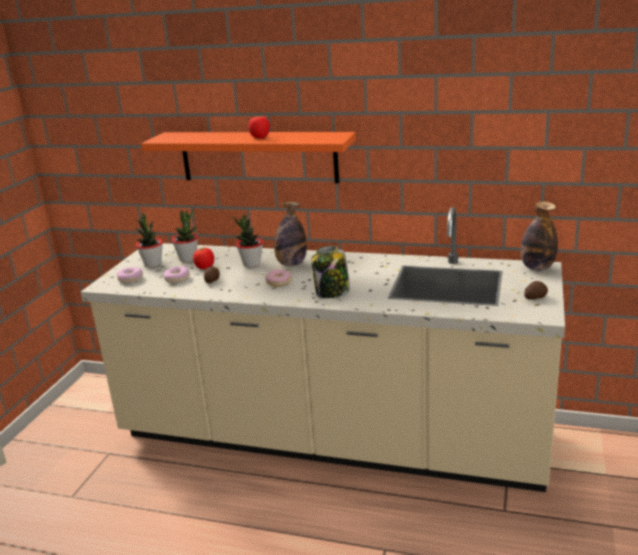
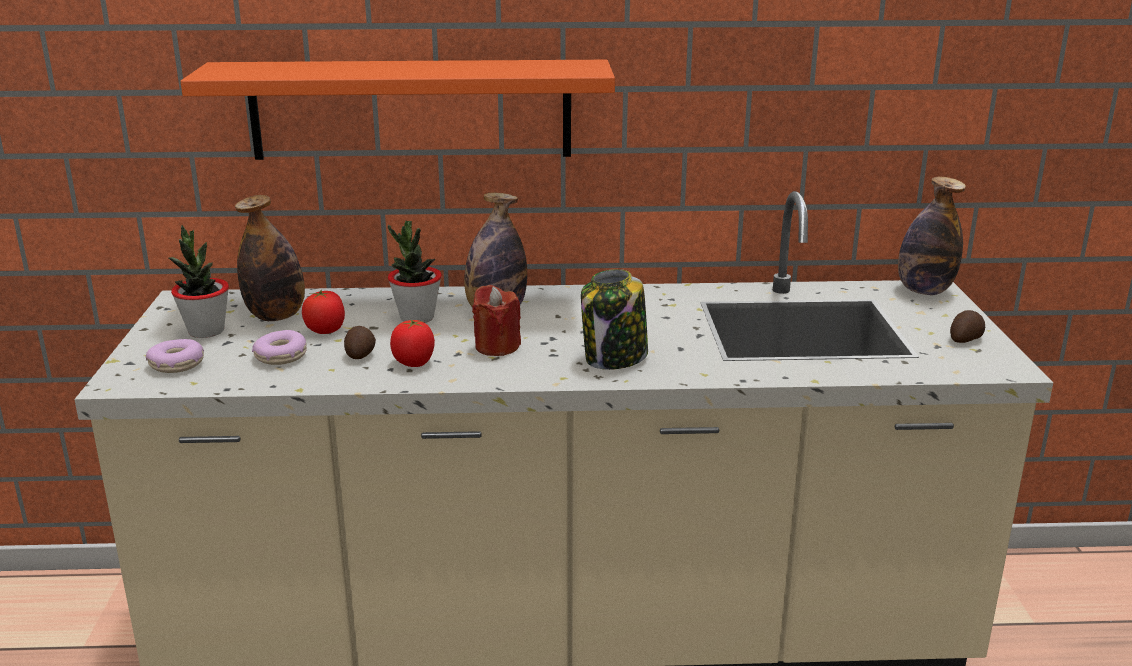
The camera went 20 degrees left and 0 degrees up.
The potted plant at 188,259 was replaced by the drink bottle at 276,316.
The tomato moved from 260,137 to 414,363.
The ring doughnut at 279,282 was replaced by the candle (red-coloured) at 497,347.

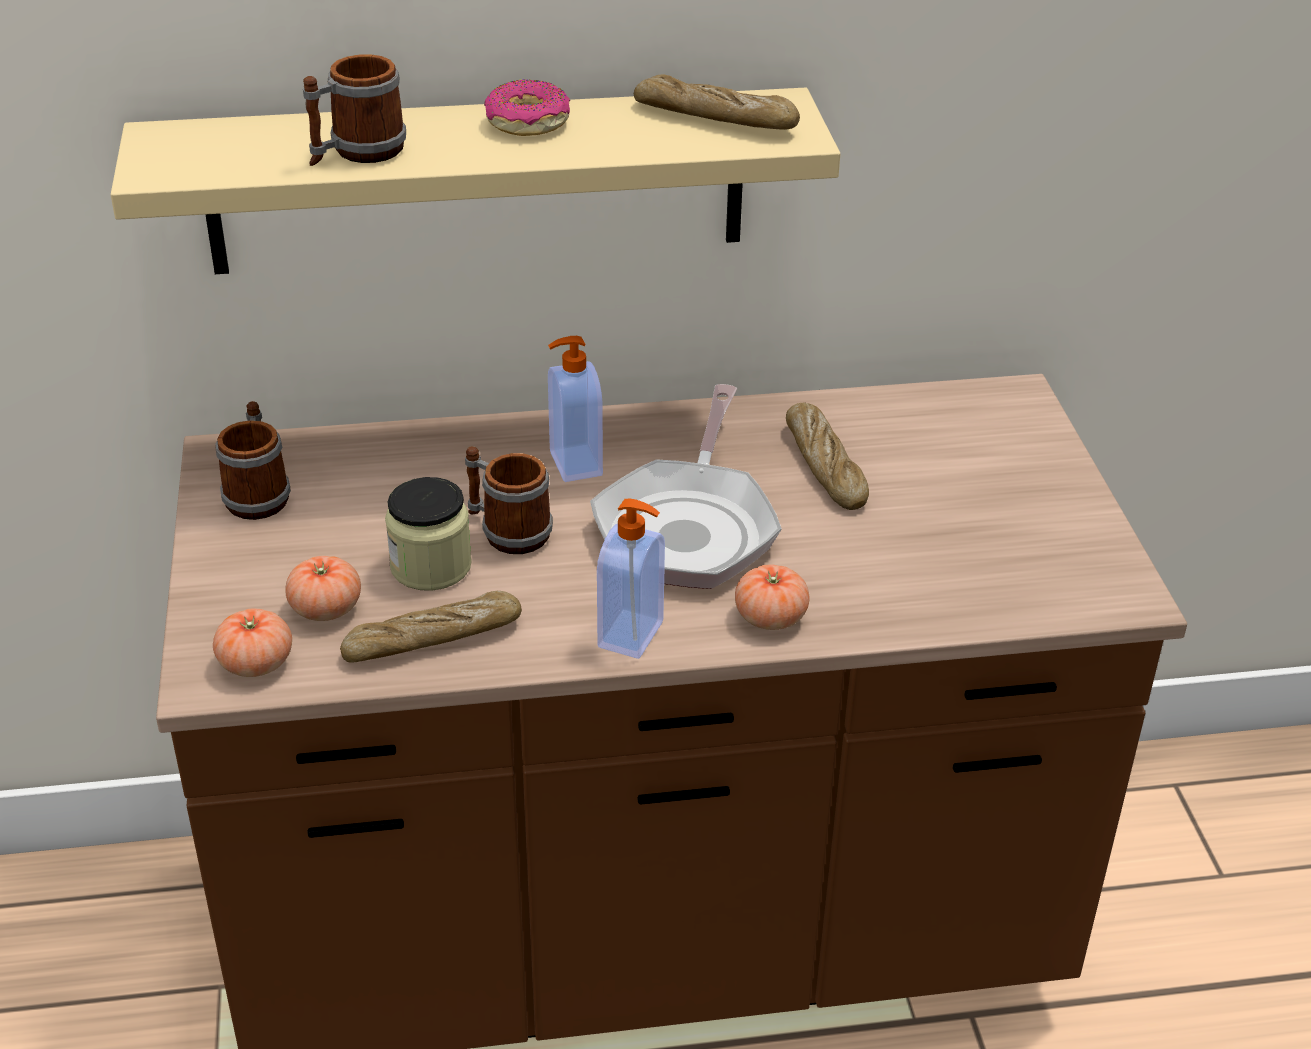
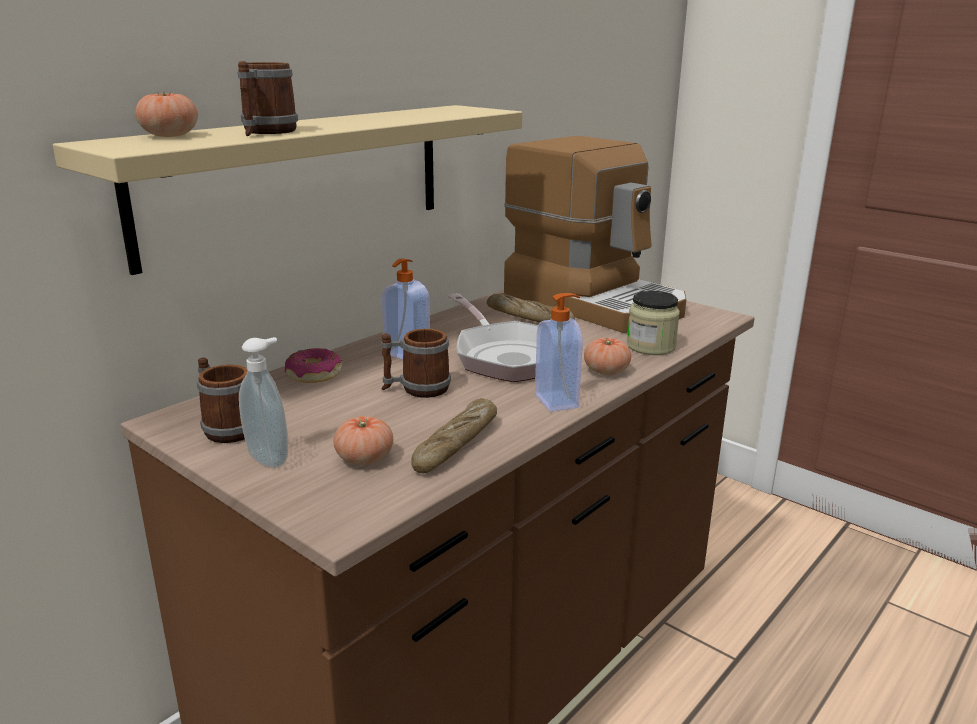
The camera went 40 degrees left and 15 degrees down.
The tomato moved from 256,663 to 170,135.
The jar moved from 431,566 to 651,346.
The ring doughnut moved from 527,123 to 313,375.
The baked bread at 715,119 disappeared.
The soap dispenser at 270,458 appeared.
The coffee maker at 595,301 appeared.

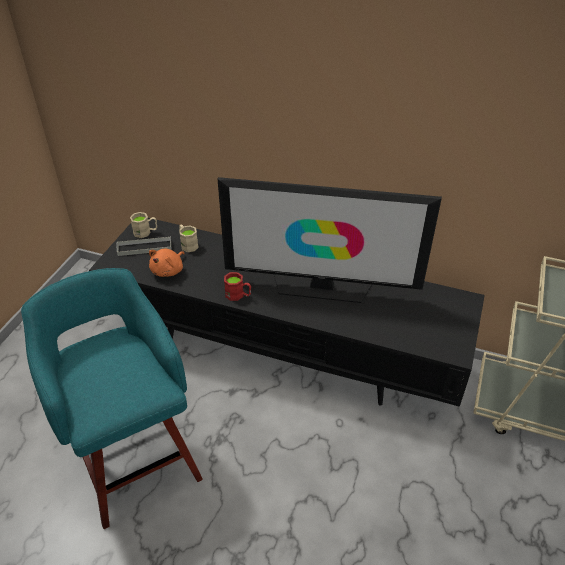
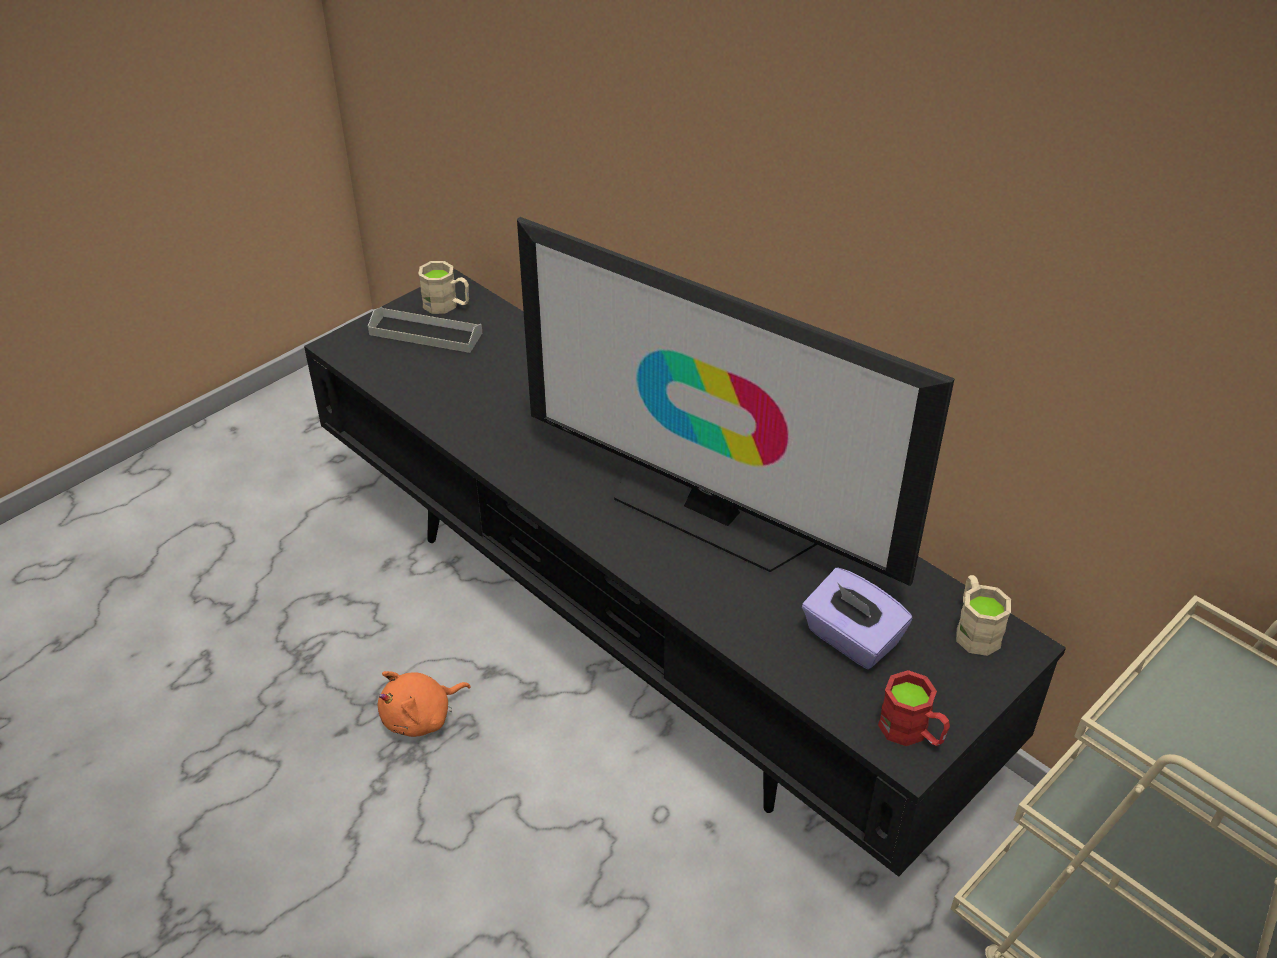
The camera went 25 degrees right and 0 degrees up.
The sitting stool (turquoise) at 134,458 disappeared.
The cuddly toy (orange-coloured) moved from 168,270 to 421,717.
The tea mug (beige) moved from 188,244 to 974,629.
The tea mug (red-coloured) moved from 238,295 to 912,732.
The box of tissues (purplish) at 851,639 appeared.

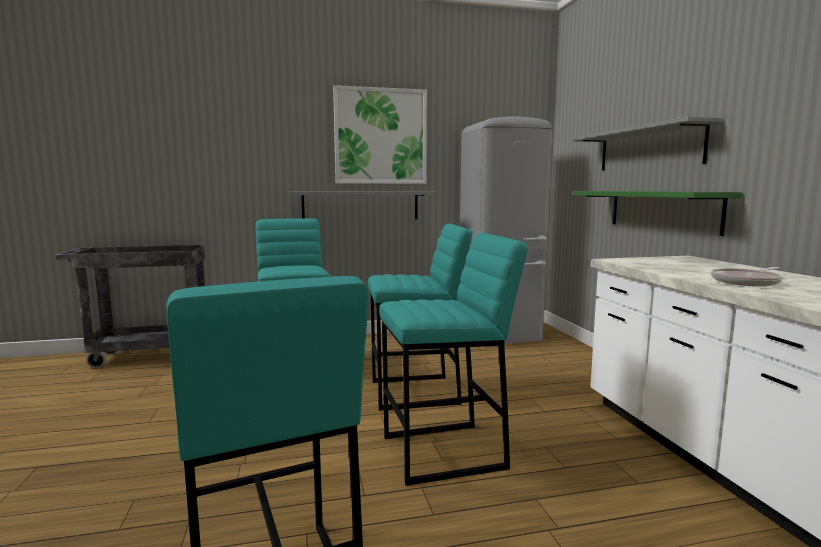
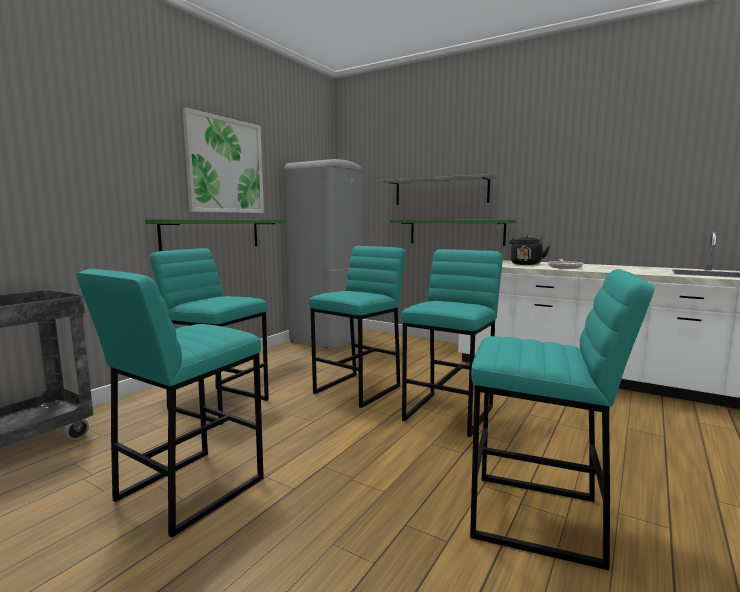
The camera went 45 degrees left and 0 degrees up.
The wall shelf (greyish) at 361,205 became the wall shelf (green) at 212,234.
The sitting stool (turquoise) at 187,491 appeared.
The tea kettle (black-coloured) at 525,264 appeared.

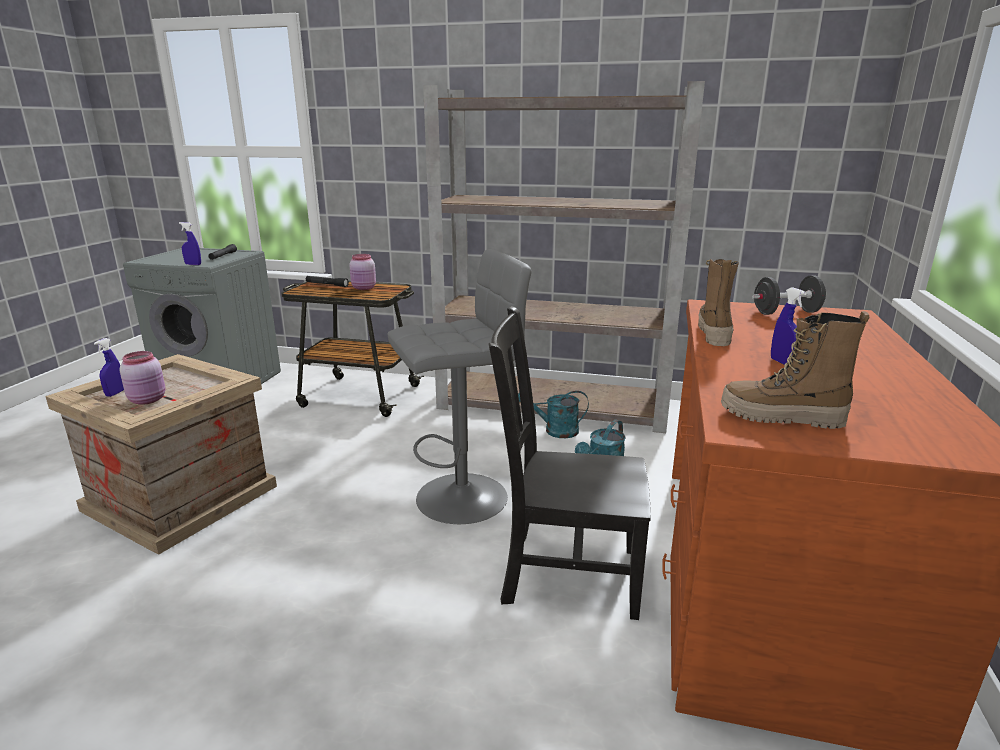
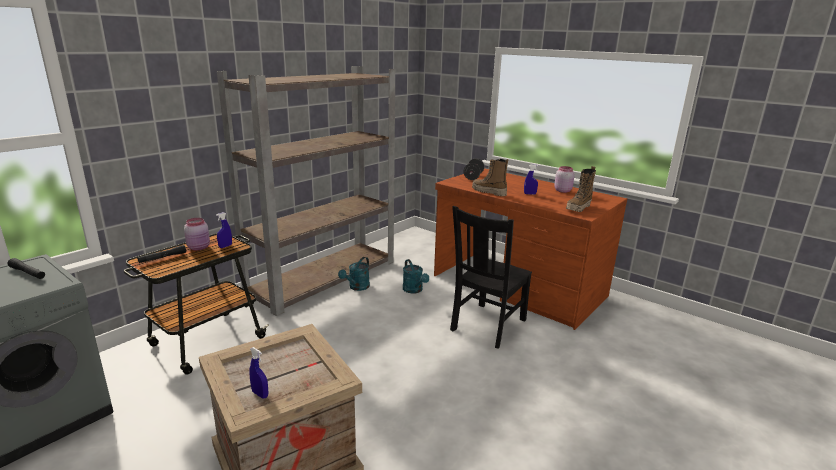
The camera went 65 degrees left and 0 degrees up.
The jar (pink) moved from 148,400 to 562,190.
The spray bottle (blue) moved from 193,264 to 225,246.
The sitting stool (greyish) at 463,498 disappeared.

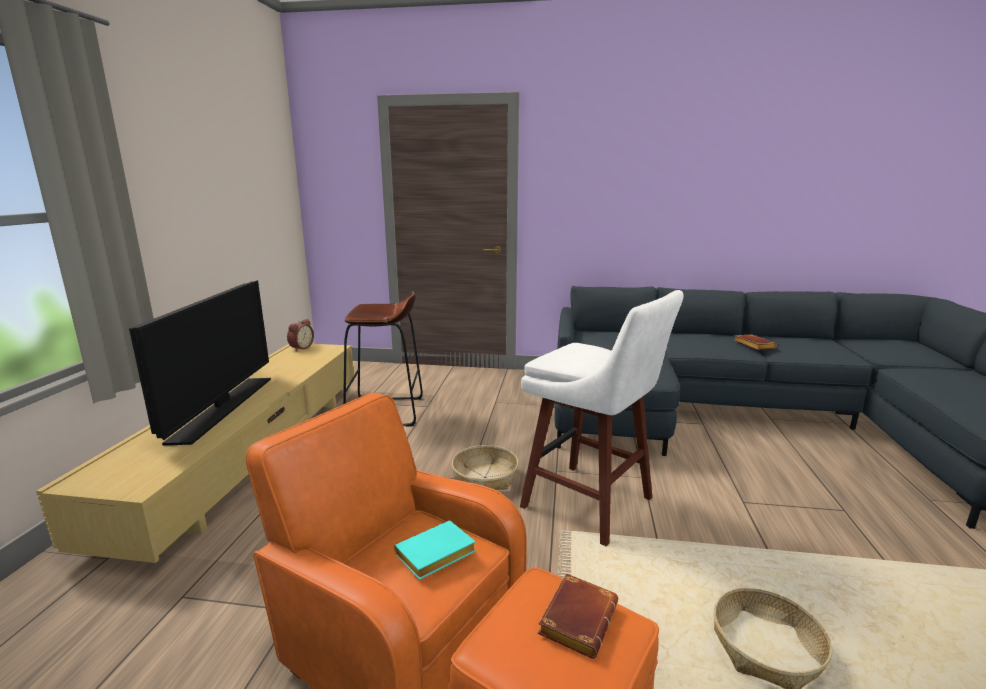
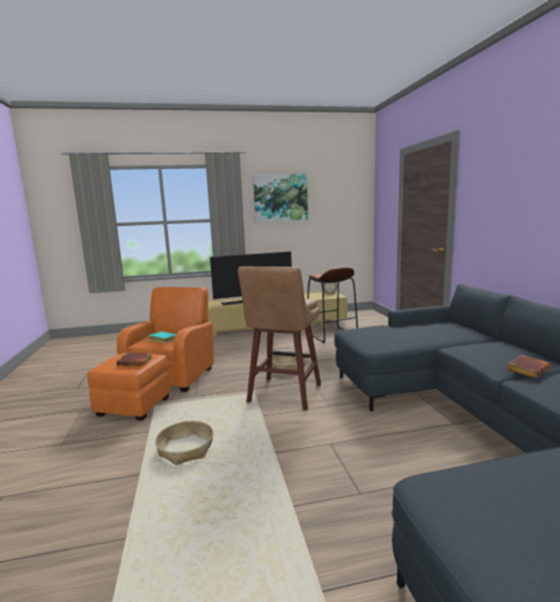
The camera went 70 degrees right and 5 degrees down.
The sitting stool (white) at 591,504 became the sitting stool (brown-coloured) at 284,394.
The picture at 280,198 appeared.

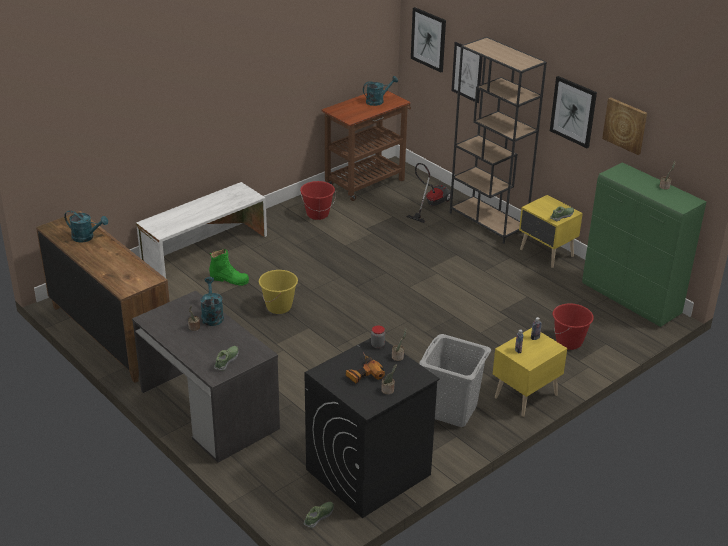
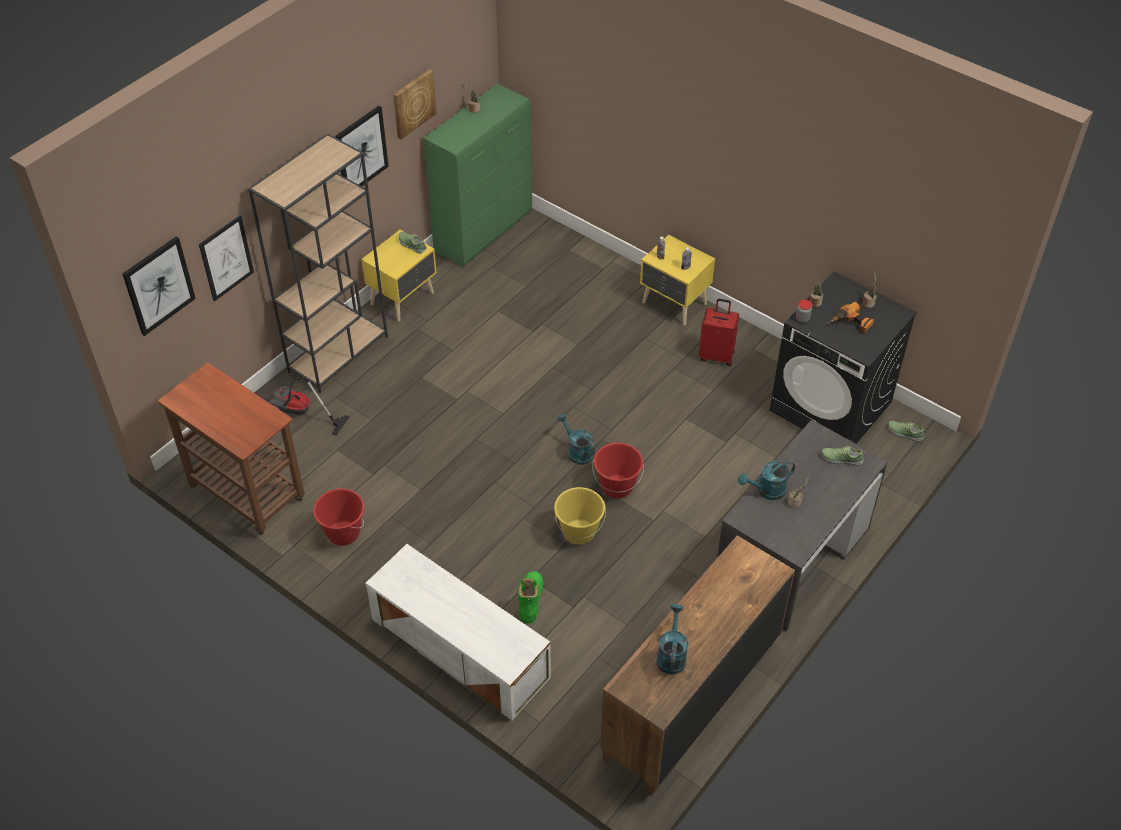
The camera went 100 degrees left and 15 degrees up.
The watering can (turquoise) moved from 378,101 to 577,452.
The washing basket (greyish) at 451,410 was replaced by the piece of luggage (red-coloured) at 716,355.
The bucket (red-coloured) moved from 569,342 to 617,486.

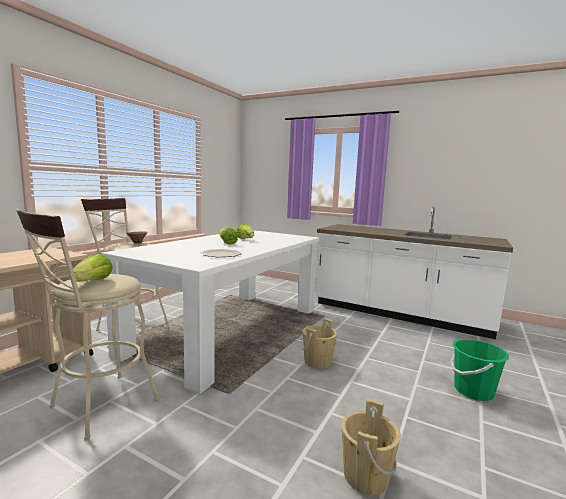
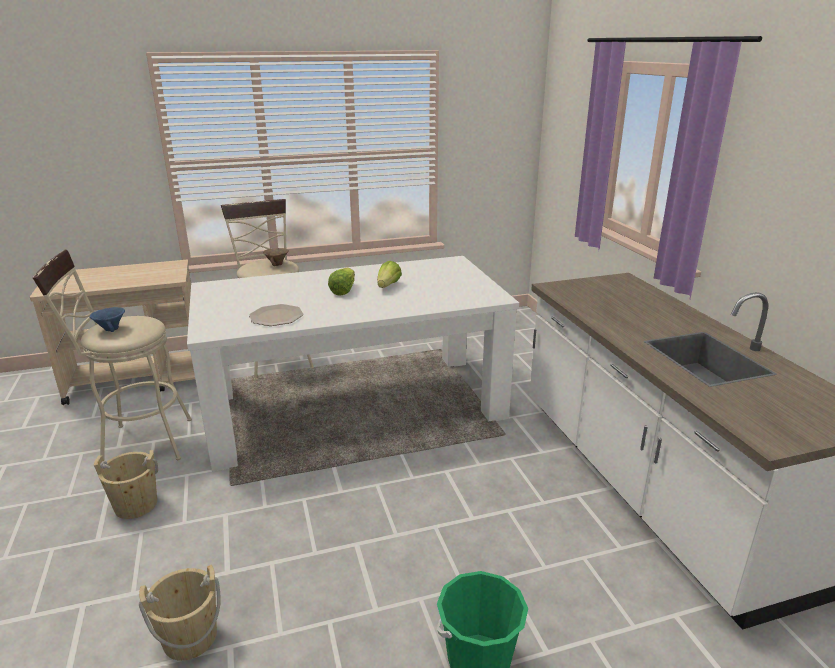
The camera went 45 degrees right and 15 degrees up.
The lettuce at 93,282 was replaced by the bowl (blue) at 111,329.
The bucket (beige) moved from 318,361 to 136,505.

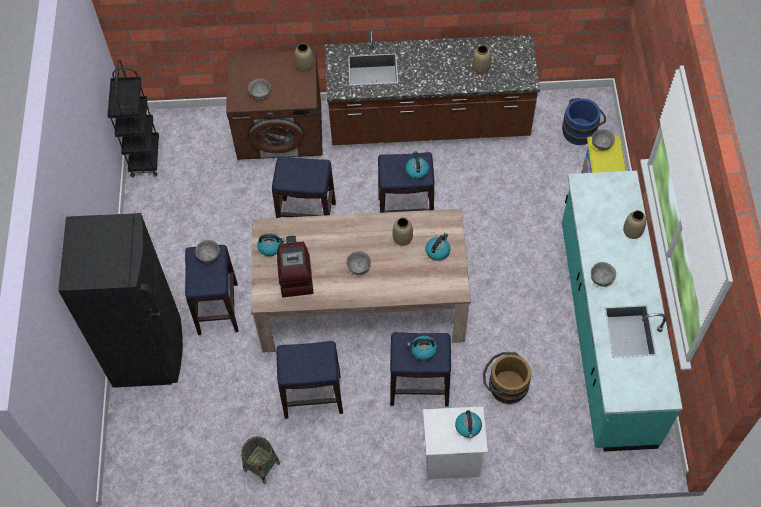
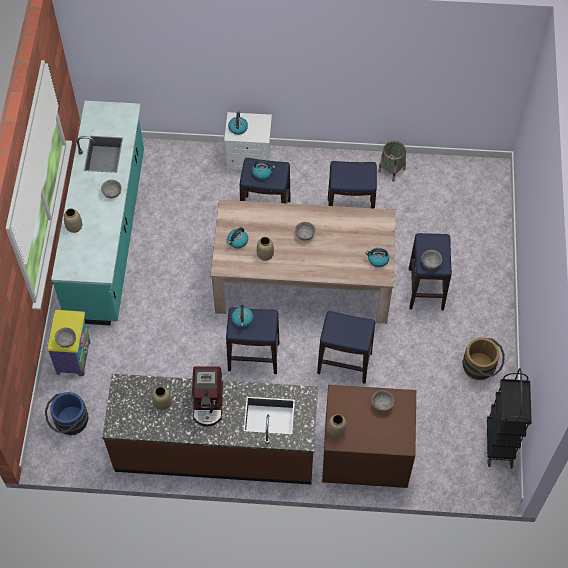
The camera went 175 degrees left and 0 degrees up.
The fridge (black-coloured) at 148,352 disappeared.
The coffee maker moved from 295,275 to 208,403.
The bucket (brown-coloured) moved from 504,386 to 481,367.

